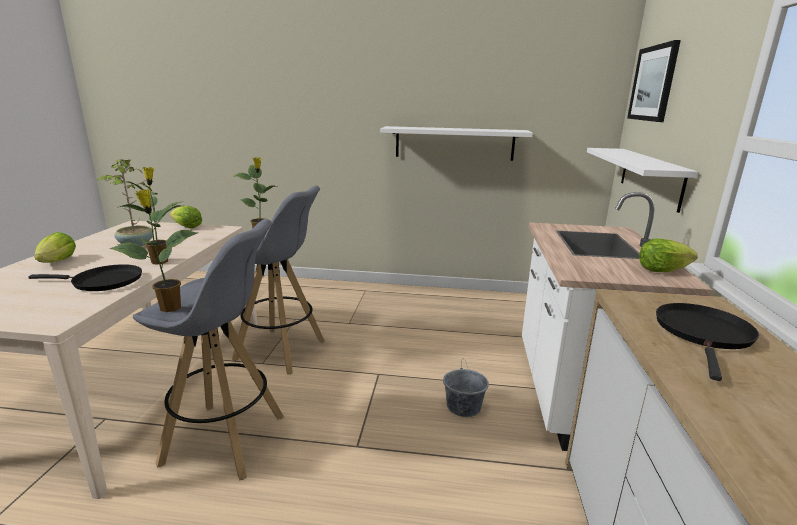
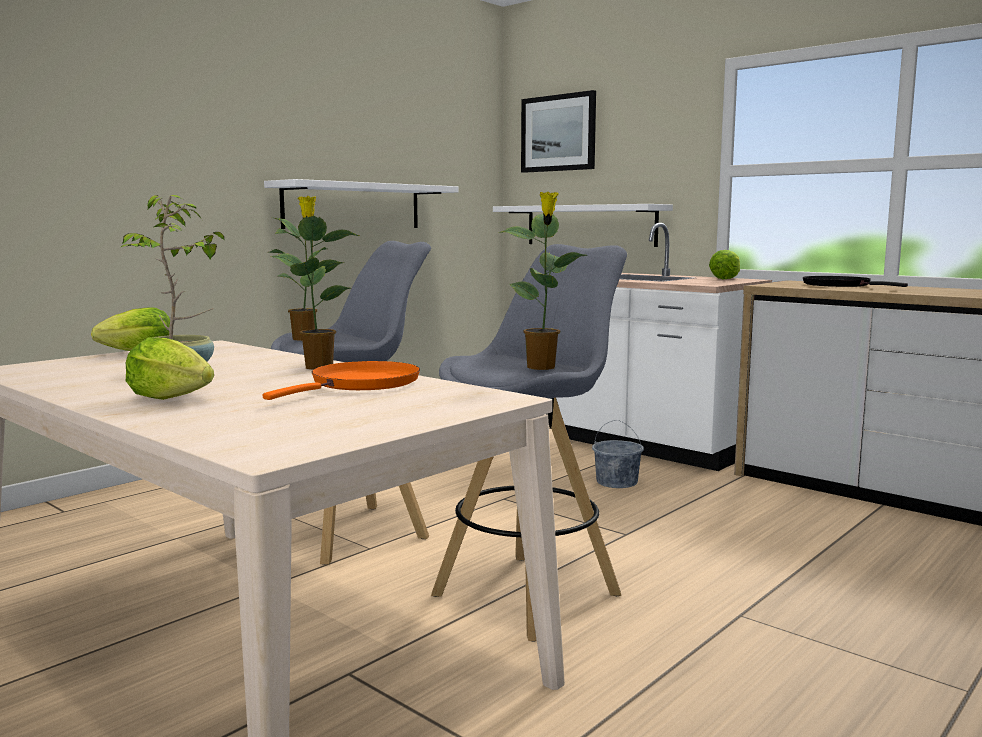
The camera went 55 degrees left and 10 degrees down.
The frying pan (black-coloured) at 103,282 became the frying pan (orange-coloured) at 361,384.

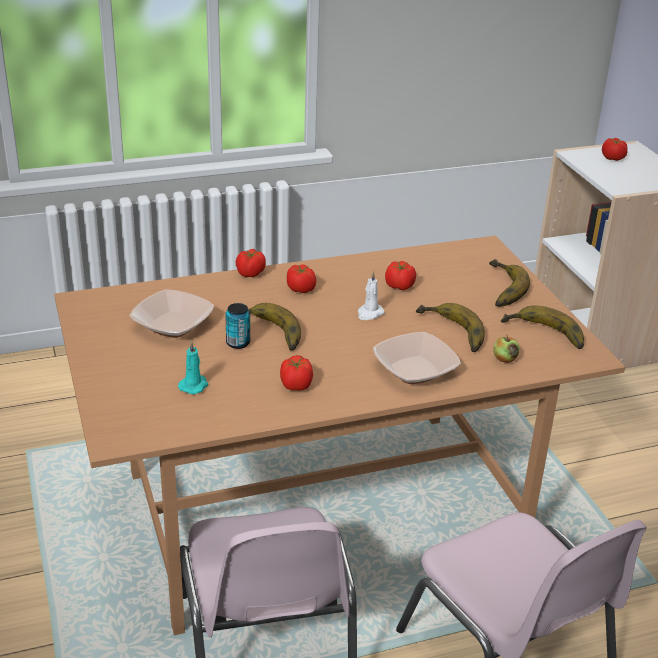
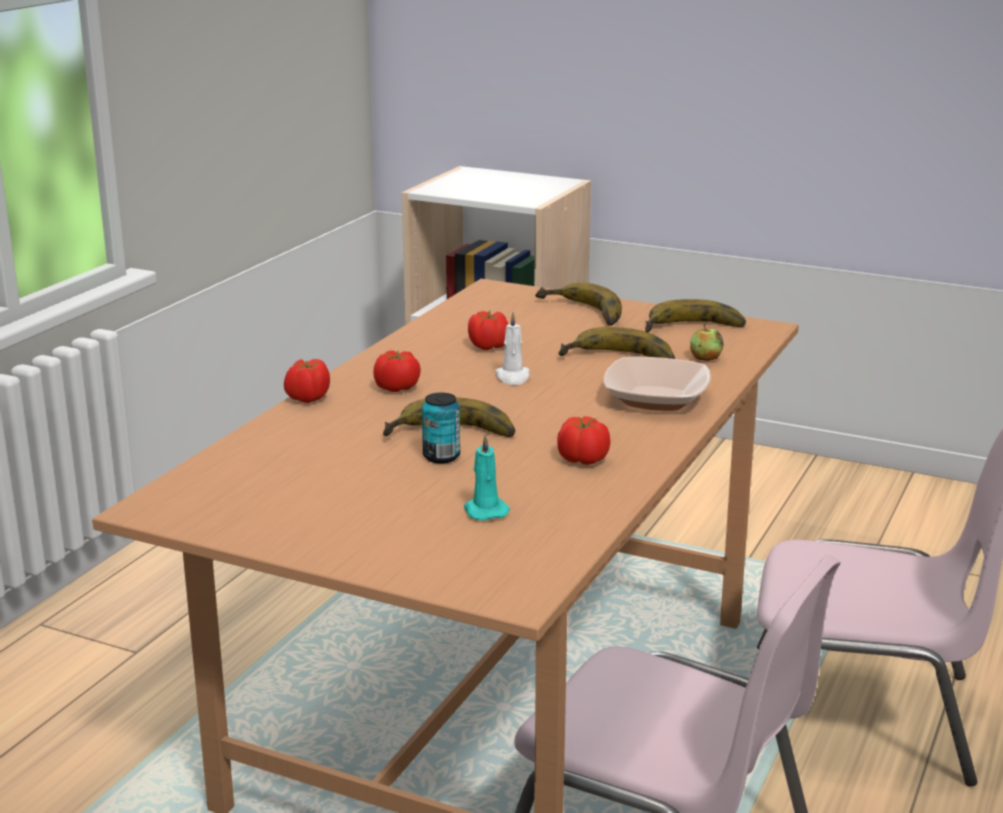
The camera went 45 degrees left and 10 degrees down.
The bowl at 173,325 disappeared.
The tomato at 612,158 disappeared.

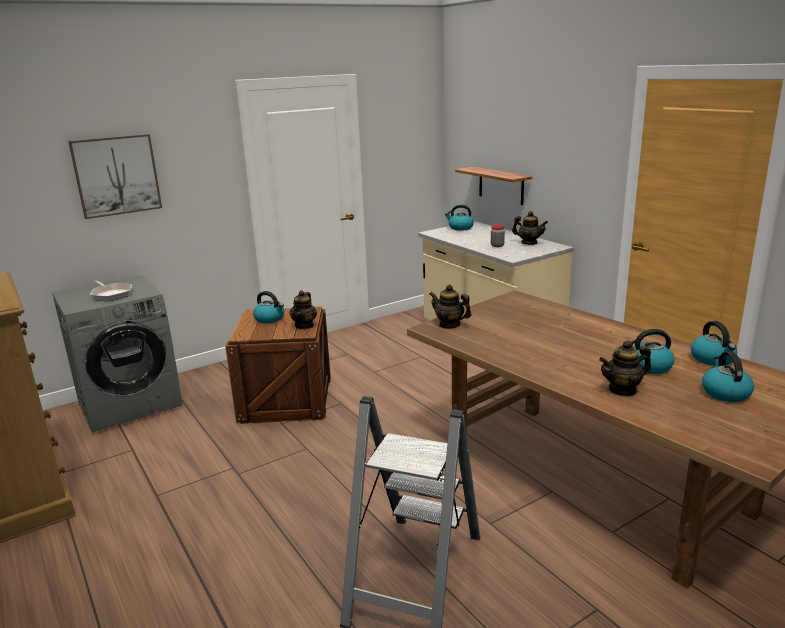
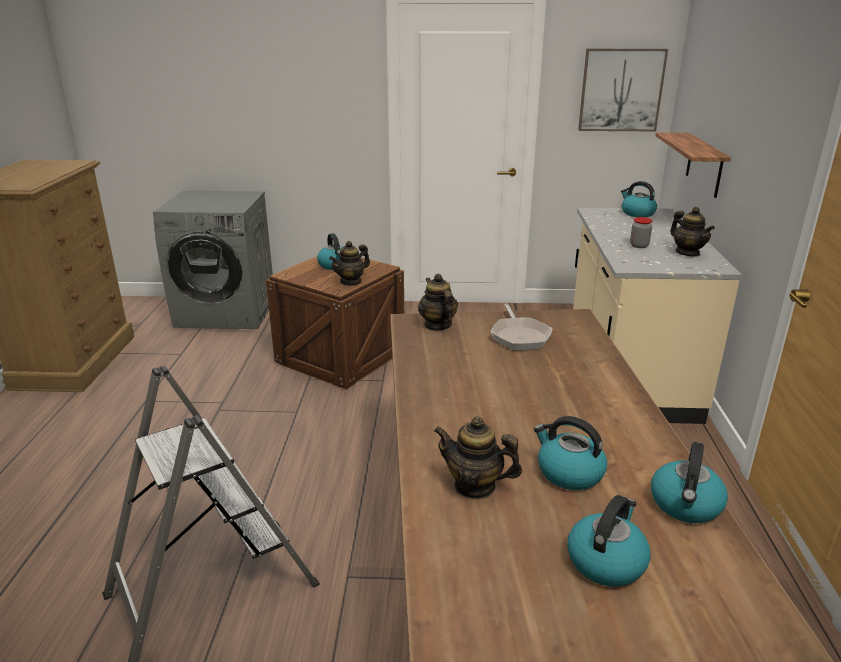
The camera went 35 degrees right and 5 degrees up.
The picture moved from 116,175 to 621,90.
The frying pan moved from 111,294 to 519,336.

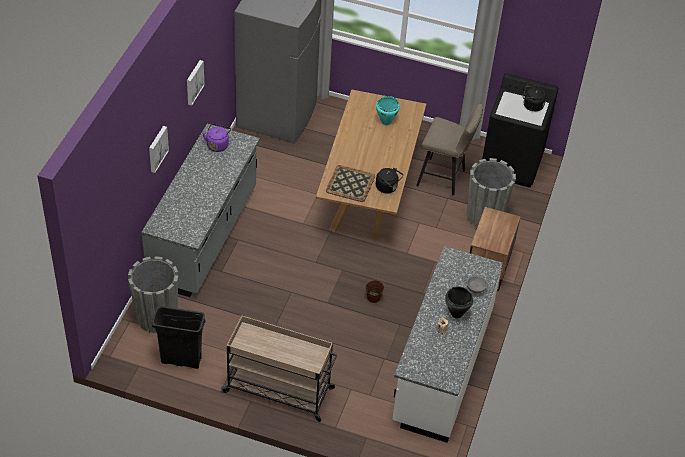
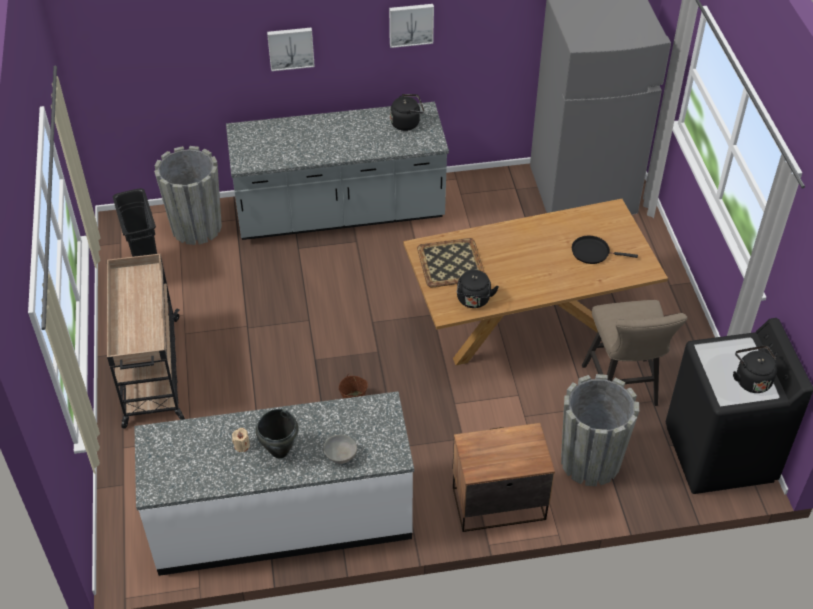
The camera went 65 degrees right and 0 degrees up.
The tea kettle (purplish) at 217,144 became the tea kettle (black-coloured) at 407,123.
The cooking pot (turquoise) at 385,122 was replaced by the frying pan (black-coloured) at 593,252.

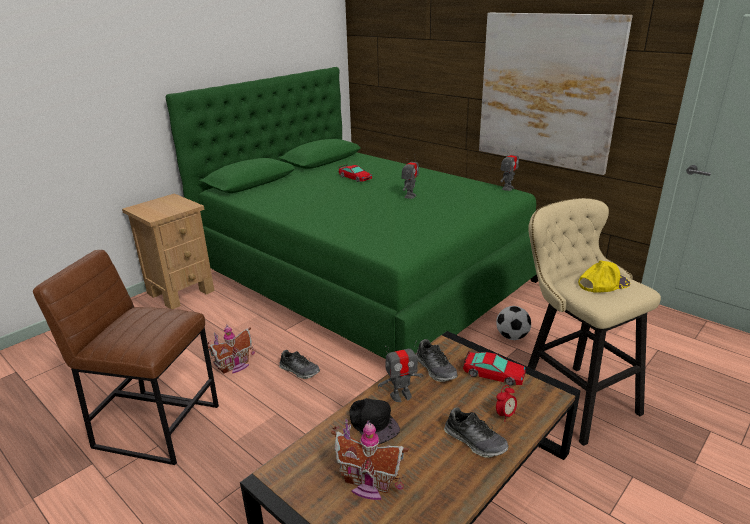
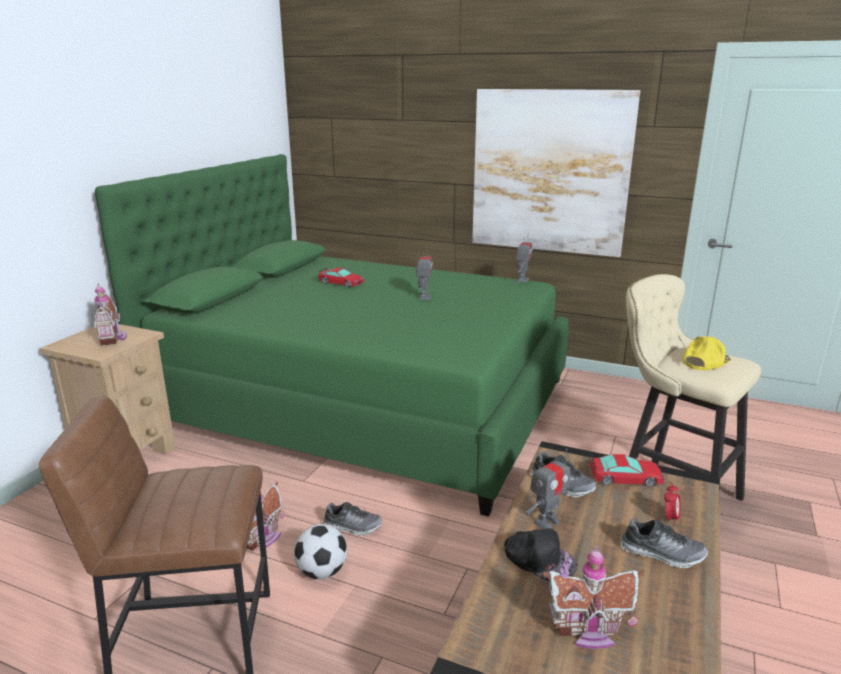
The camera went 20 degrees left and 5 degrees down.
The football ball moved from 512,337 to 322,572.
The toy house at 113,338 appeared.

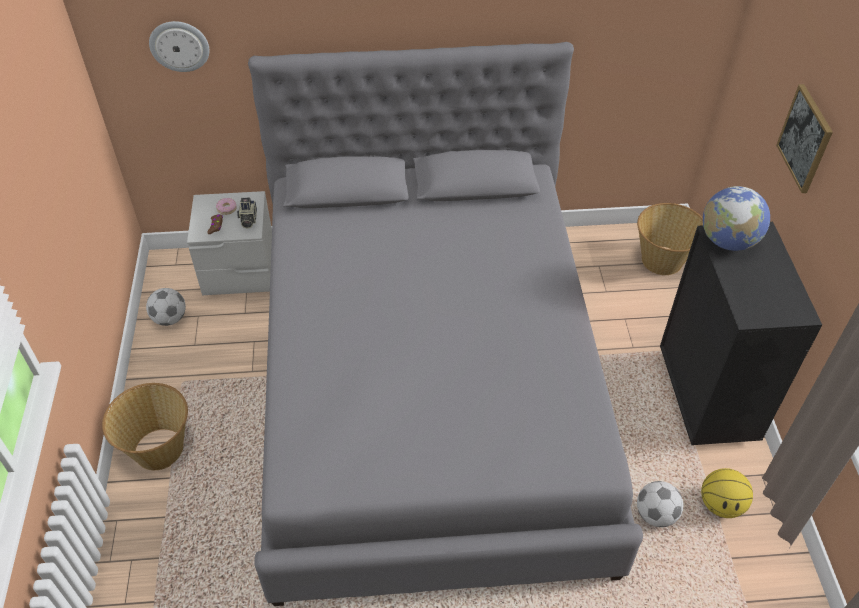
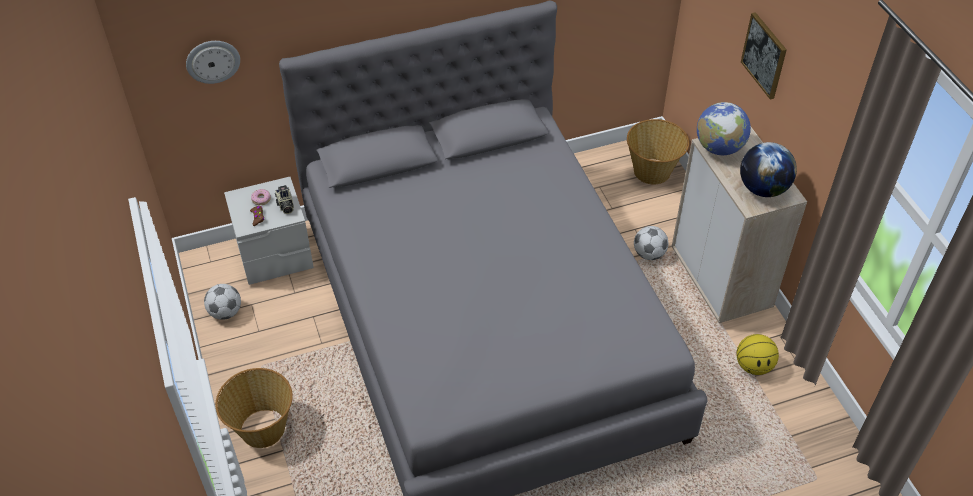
The camera went 15 degrees left and 0 degrees up.
The football ball moved from 655,514 to 649,254.
The cabinet (black-coloured) at 707,398 became the cabinet (beige) at 721,282.
The world globe at 762,189 appeared.

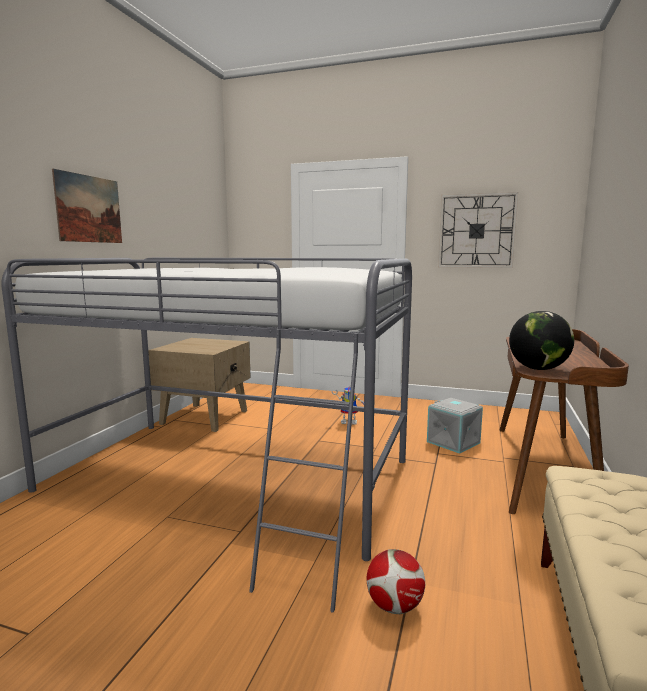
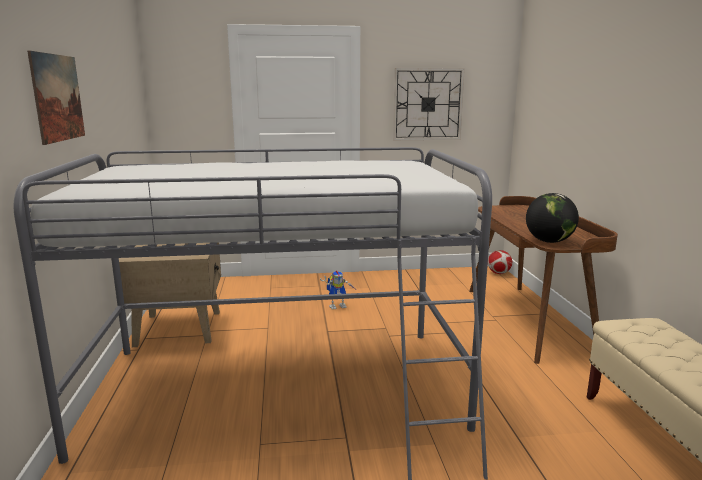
The camera went 25 degrees left and 5 degrees up.
The football ball moved from 394,606 to 499,273.
The storage bin (greyish) at 454,442 disappeared.

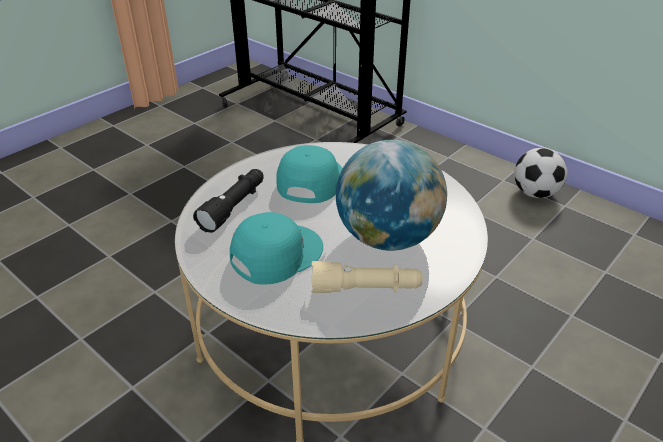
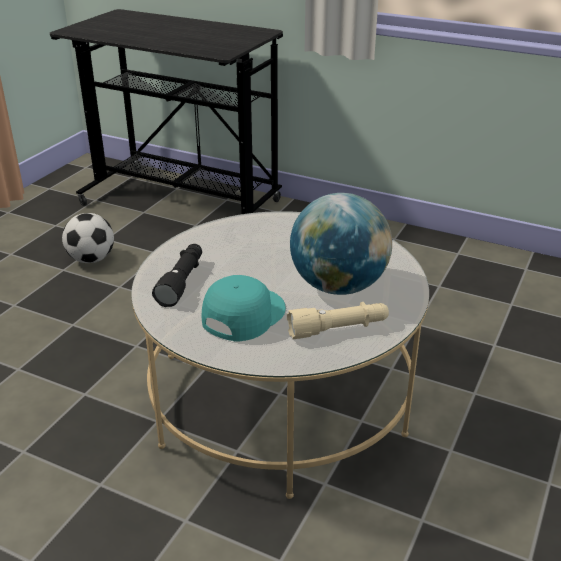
The camera went 15 degrees left and 5 degrees down.
The baseball cap (turquoise) at 309,180 disappeared.
The football ball moved from 535,193 to 92,259.

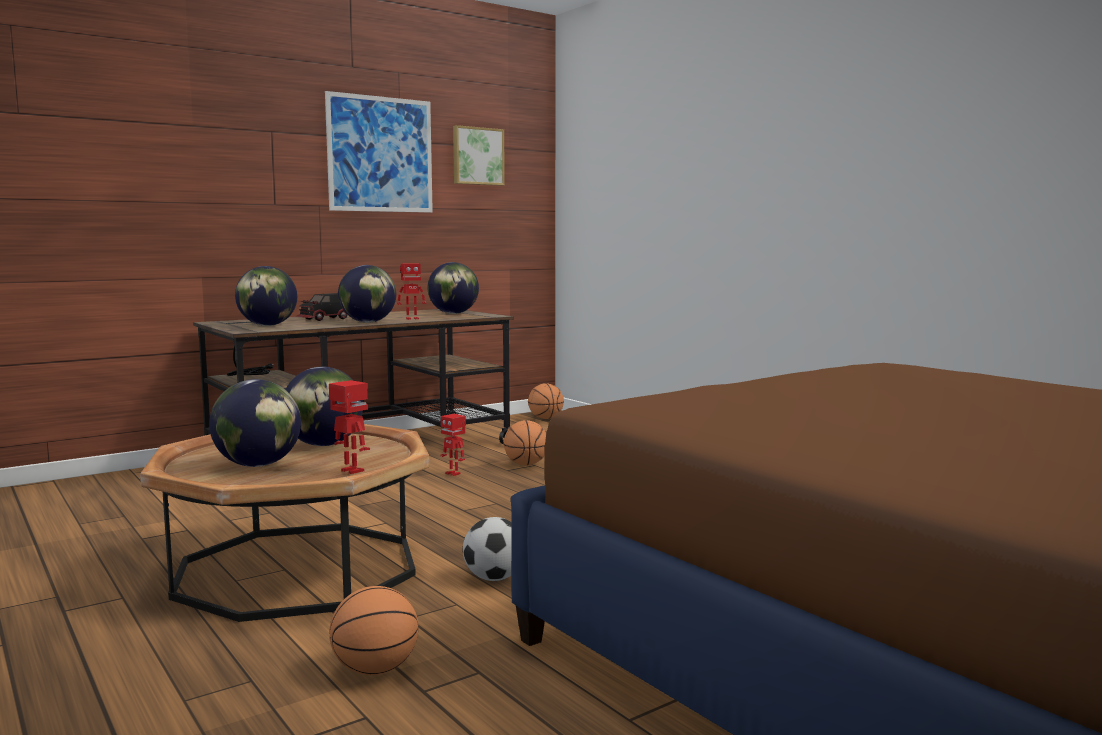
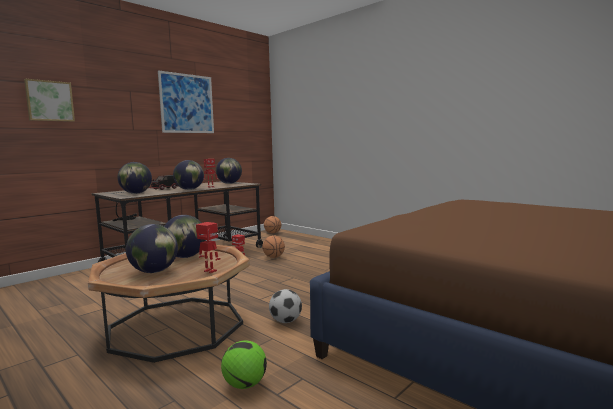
The camera went 10 degrees left and 0 degrees up.
The basketball ball at 375,670 was replaced by the football ball at 244,384.
The picture moved from 477,156 to 49,101.

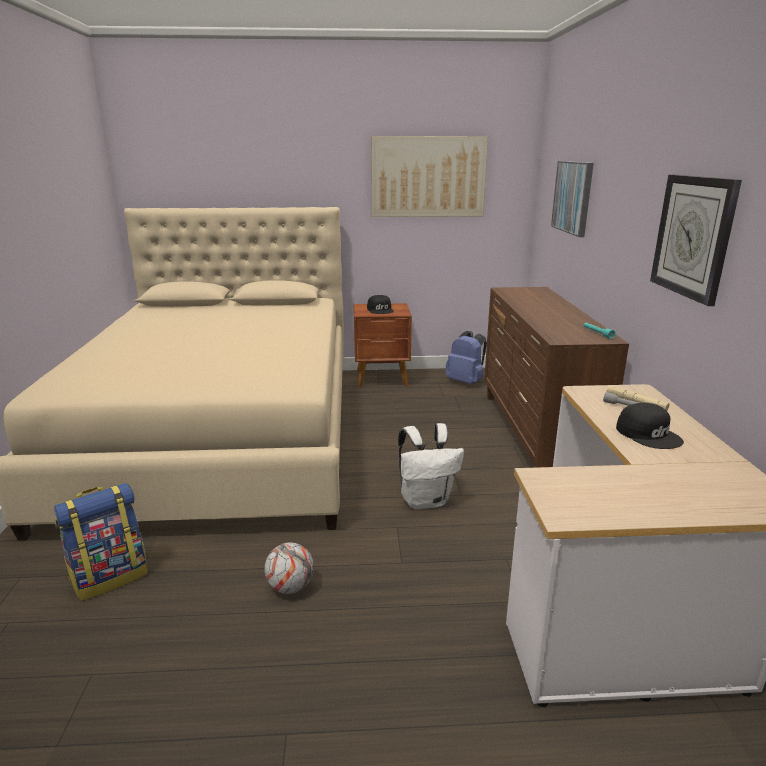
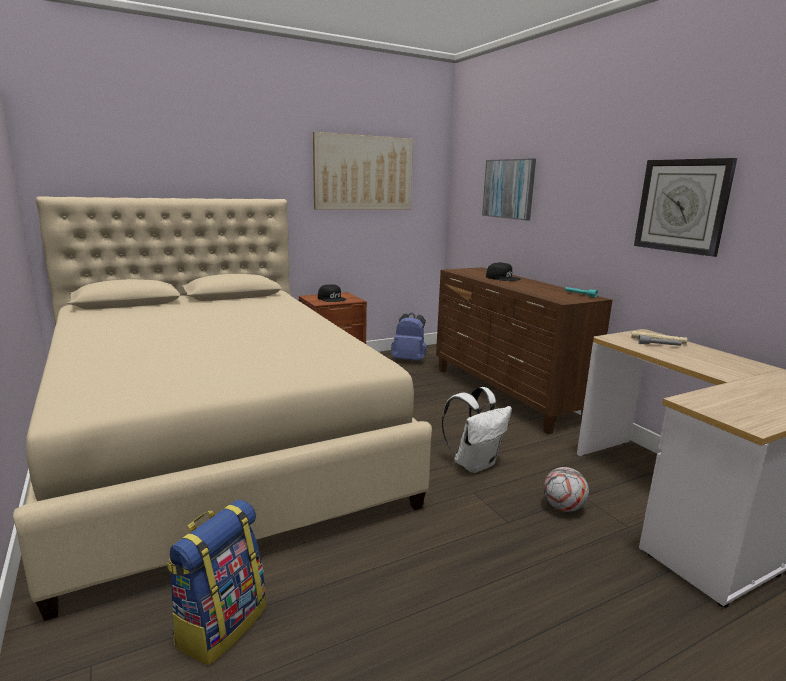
The camera went 25 degrees left and 5 degrees down.
The football ball moved from 290,587 to 563,507.
The baseball cap (black-coloured) moved from 648,434 to 502,278.

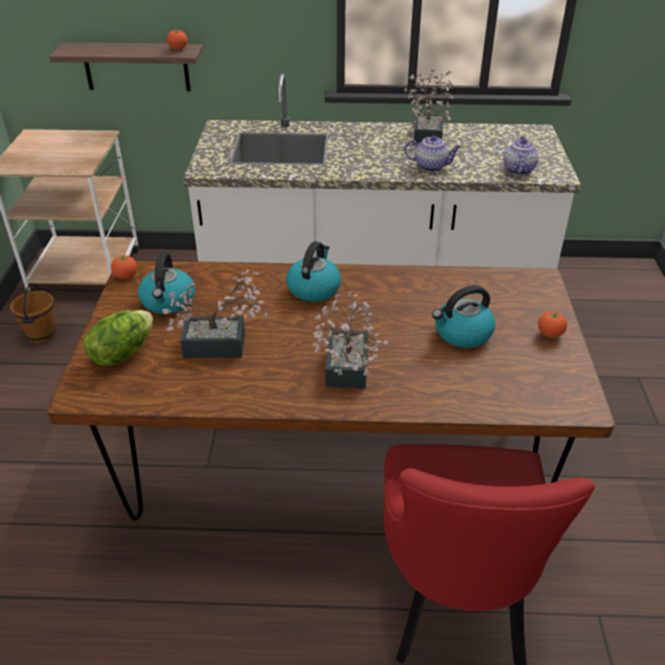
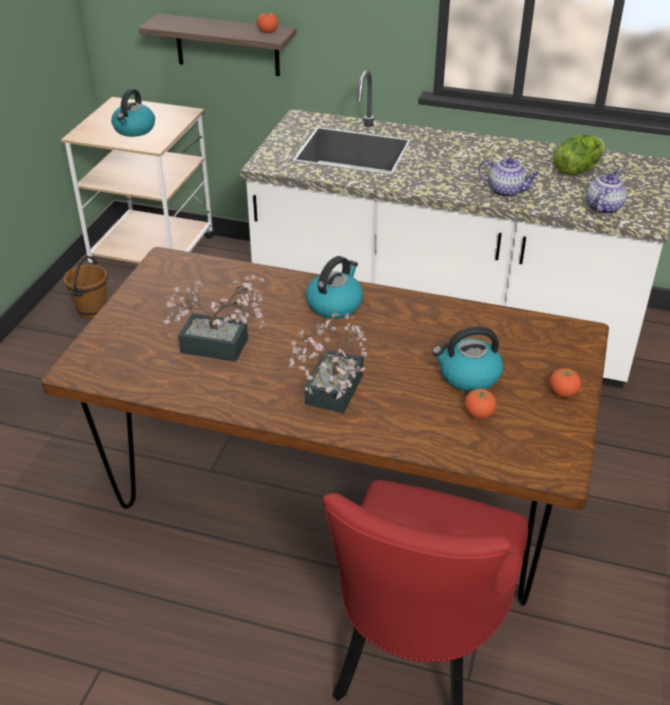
The camera went 15 degrees right and 0 degrees up.
The lettuce moved from 122,353 to 576,170.
The tomato moved from 126,276 to 479,414.
The tea kettle moved from 168,302 to 134,130.
The potted plant at 428,134 disappeared.

